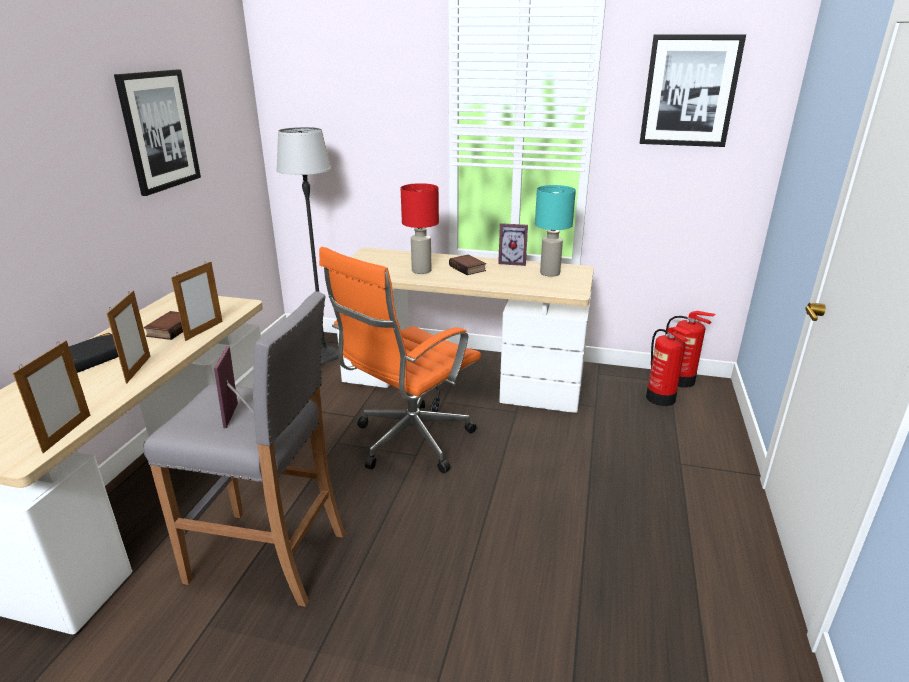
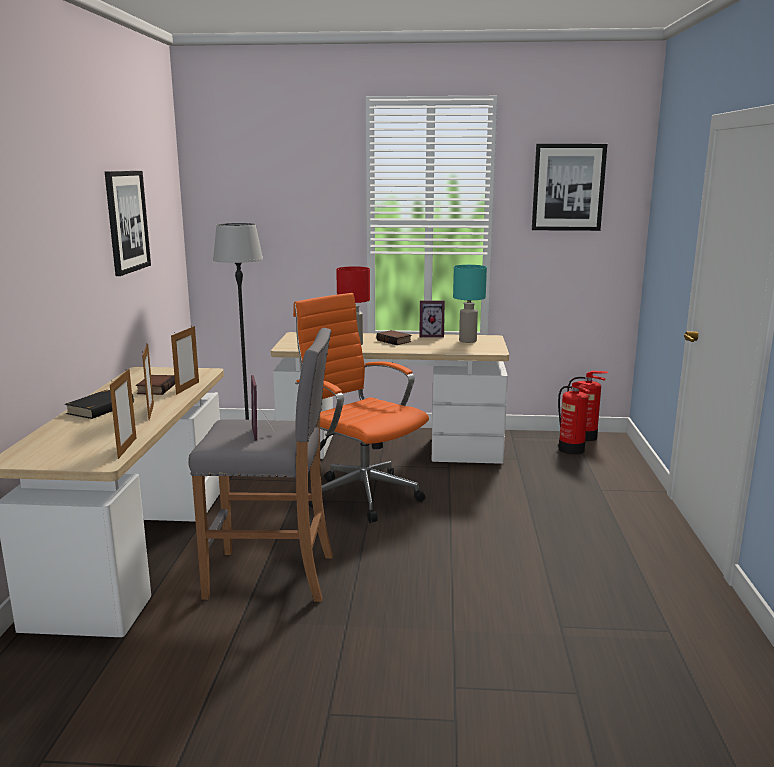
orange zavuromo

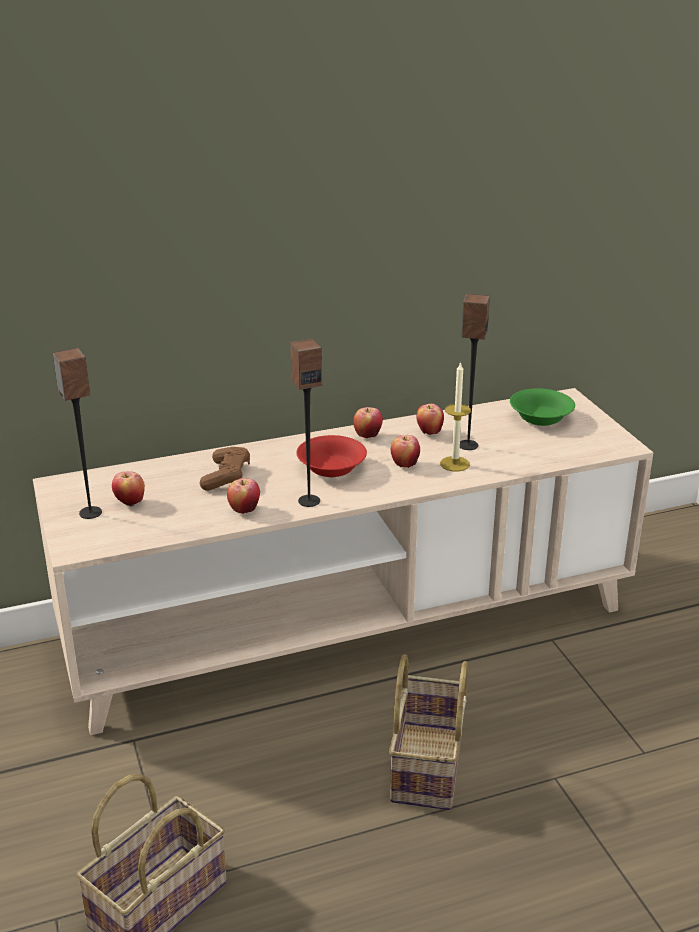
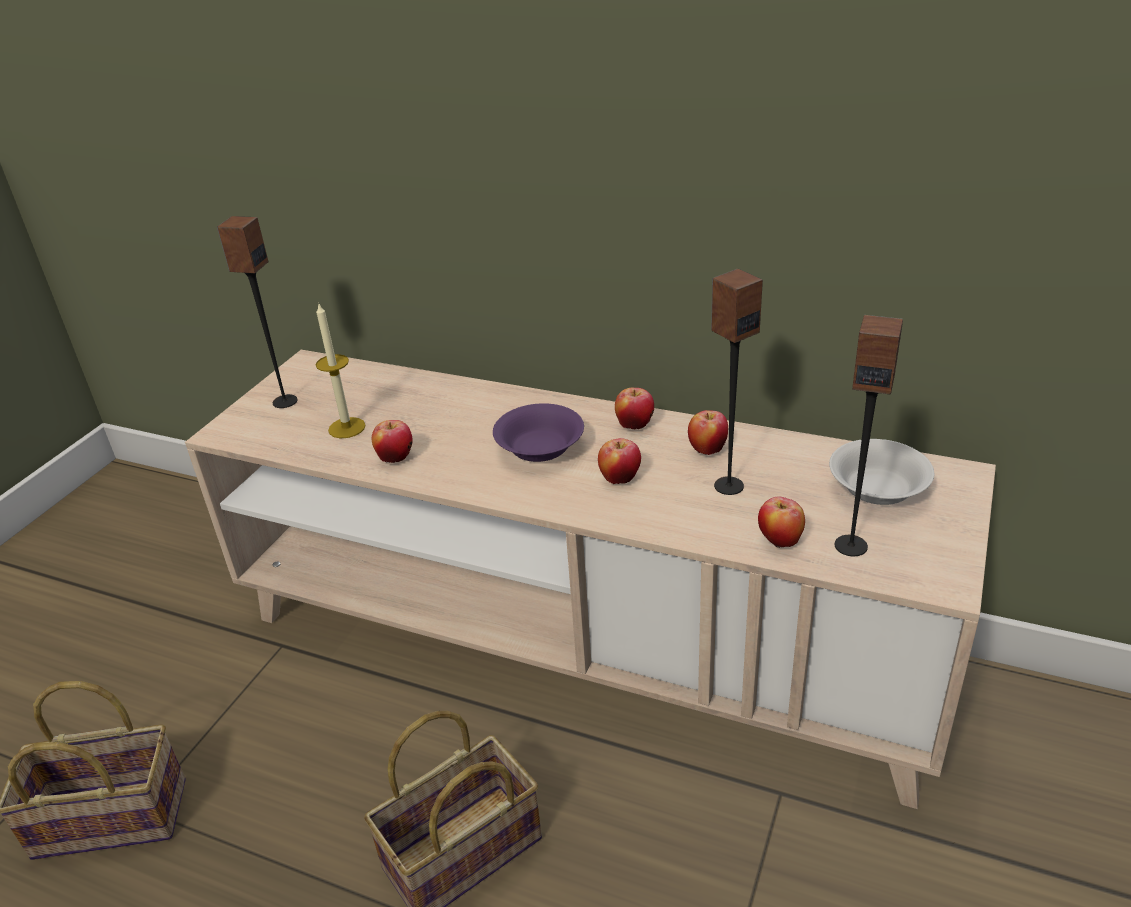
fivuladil (no. 5 from left); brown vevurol; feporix (no. 3 from left); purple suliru; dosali; white suliru

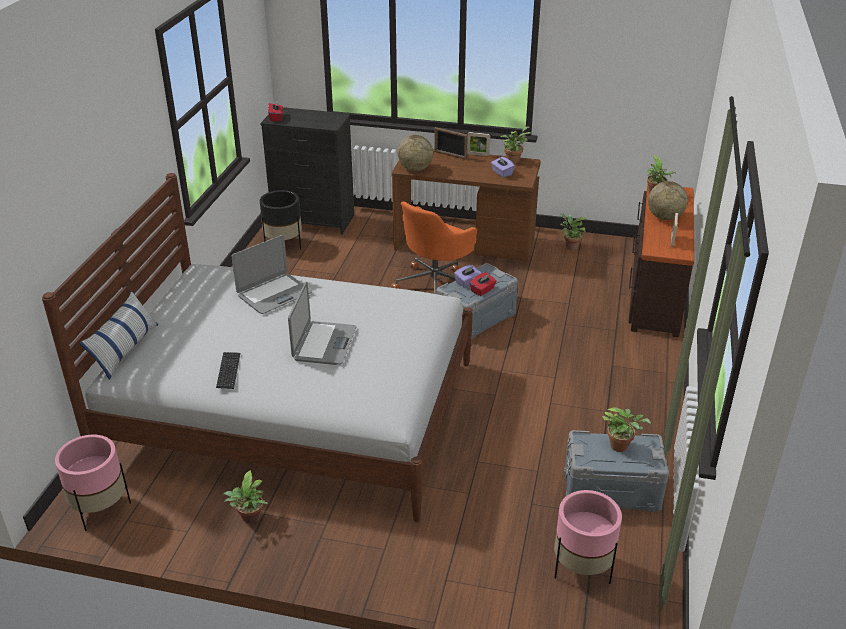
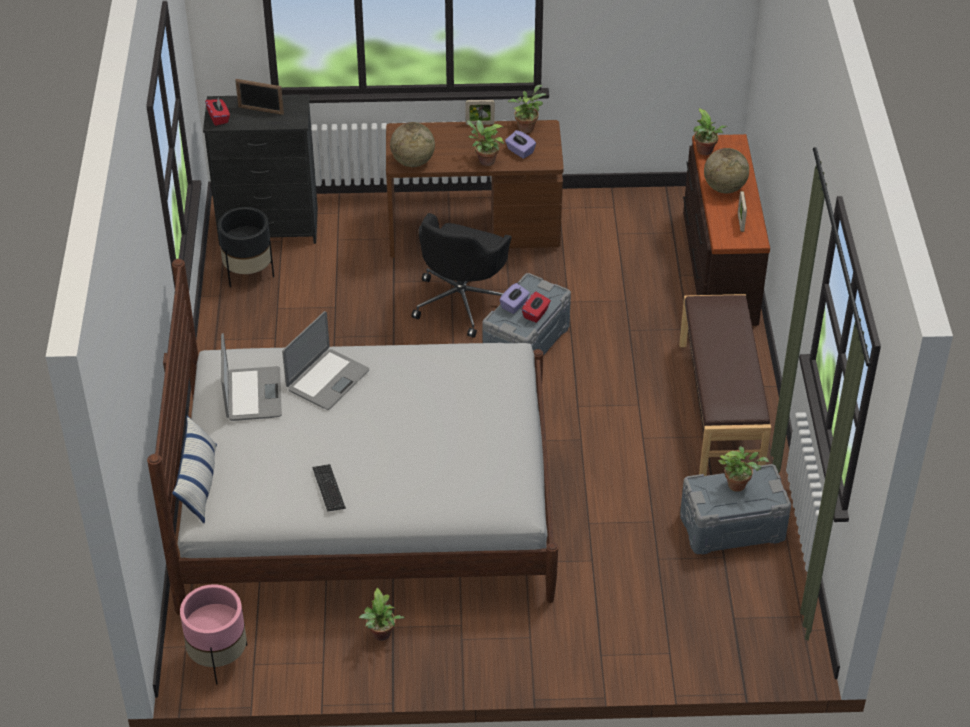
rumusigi (no. 1 from left); black zavuromo; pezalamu (no. 1 from left); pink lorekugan (no. 2 from left in the first image); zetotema (no. 2 from left); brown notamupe

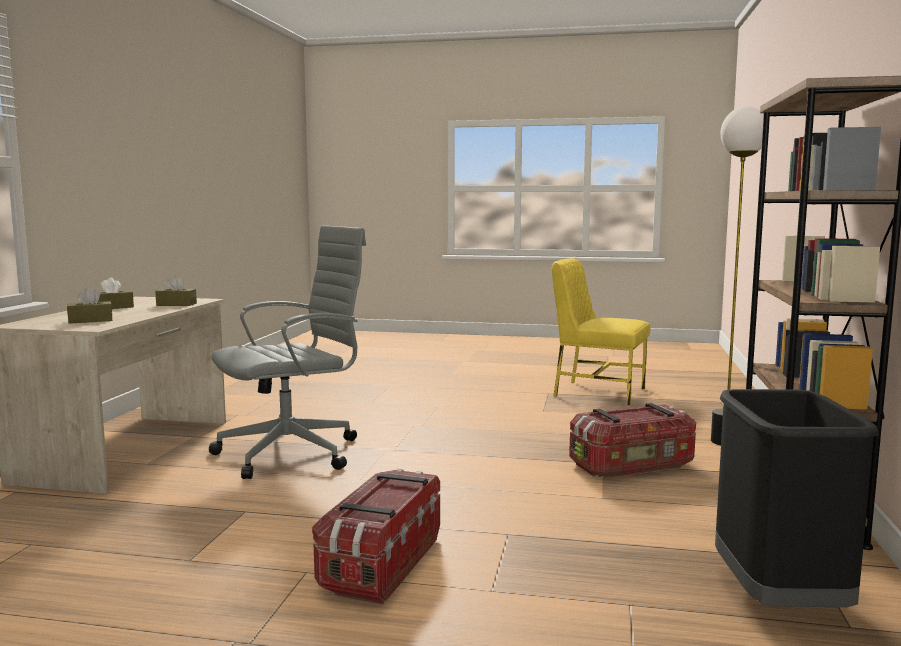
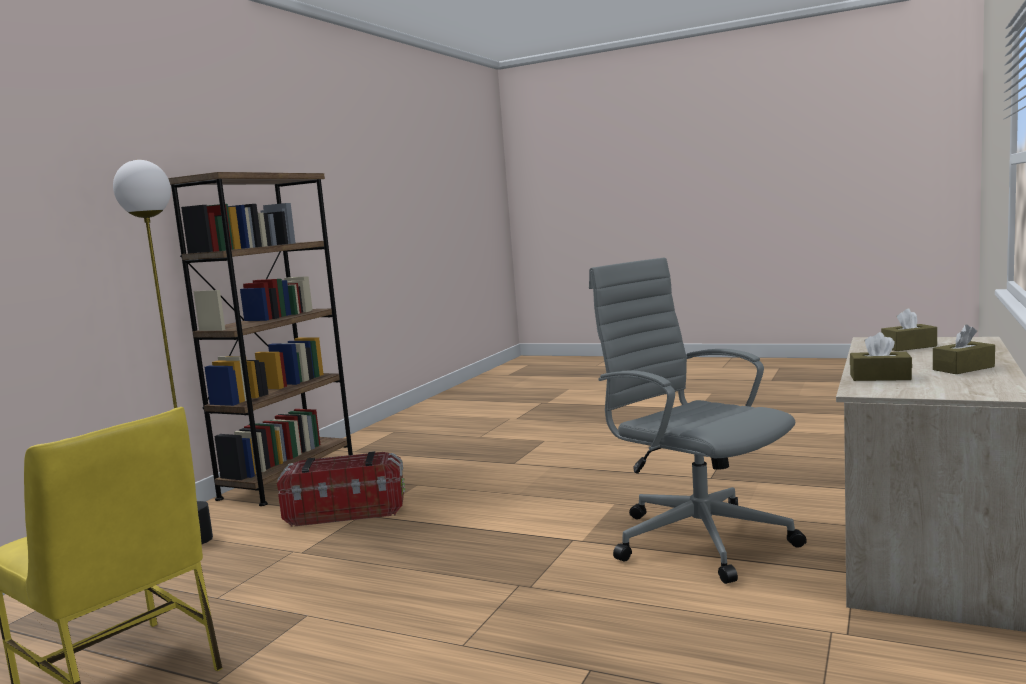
grey zavuromo; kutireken (no. 1 from left in the first image); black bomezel

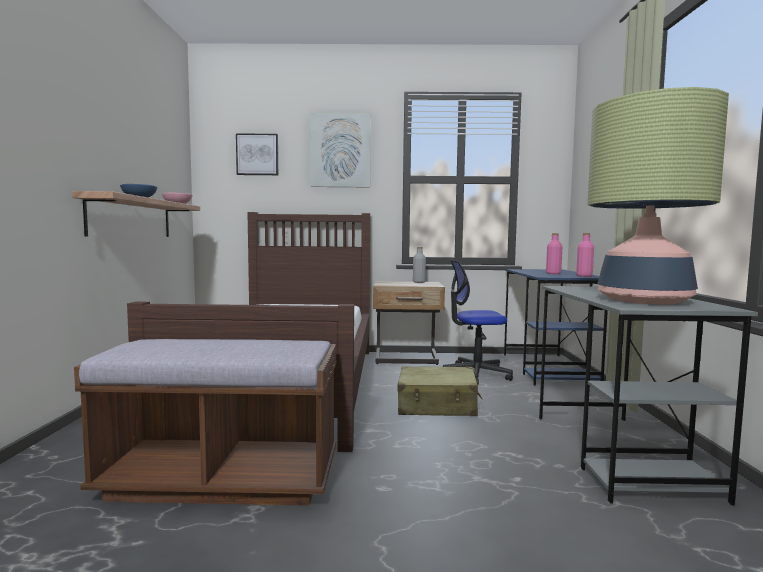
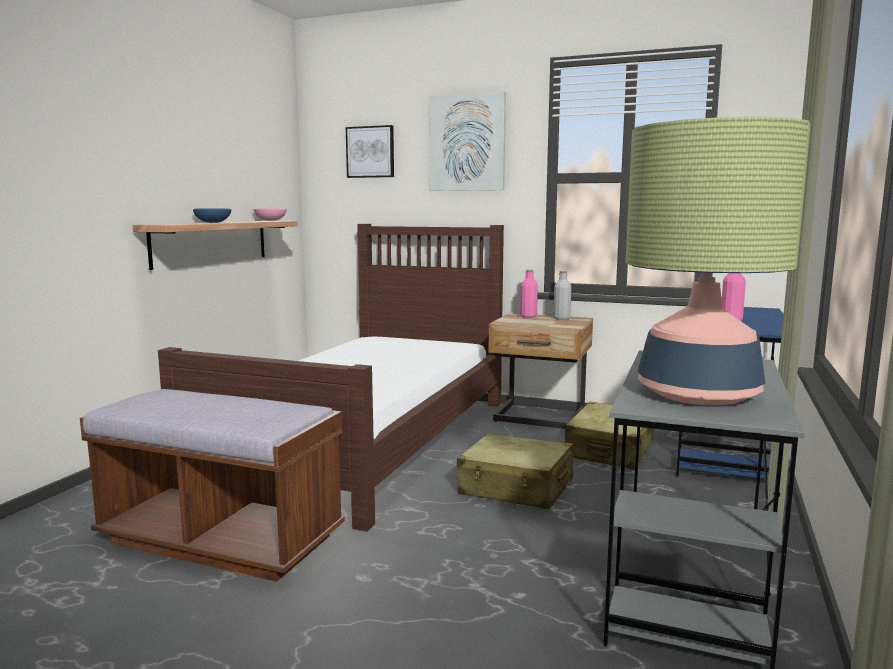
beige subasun (no. 2 from left); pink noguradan (no. 1 from left)

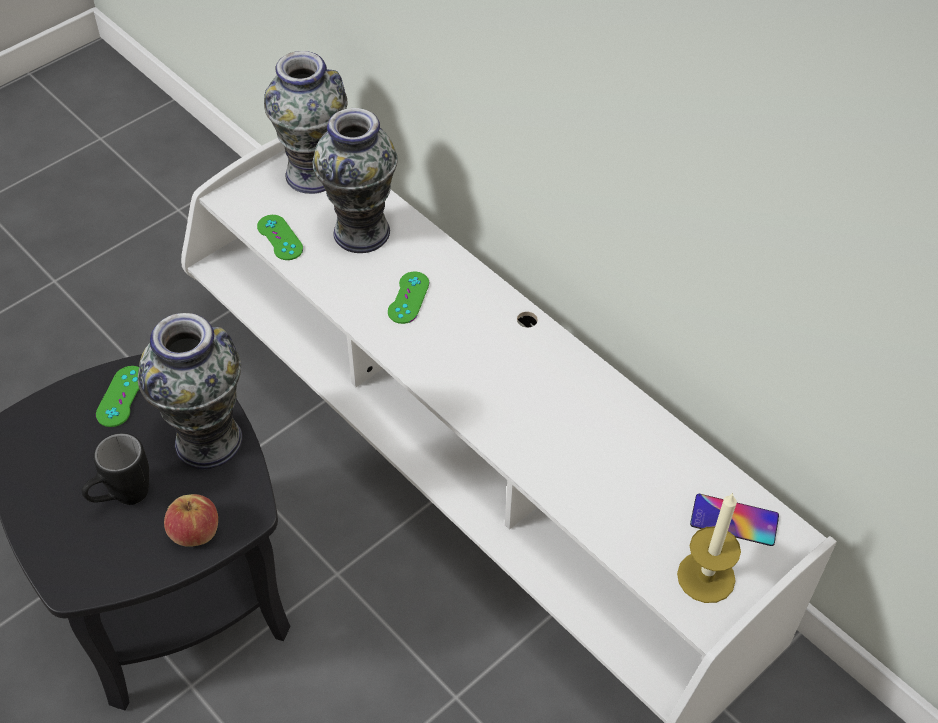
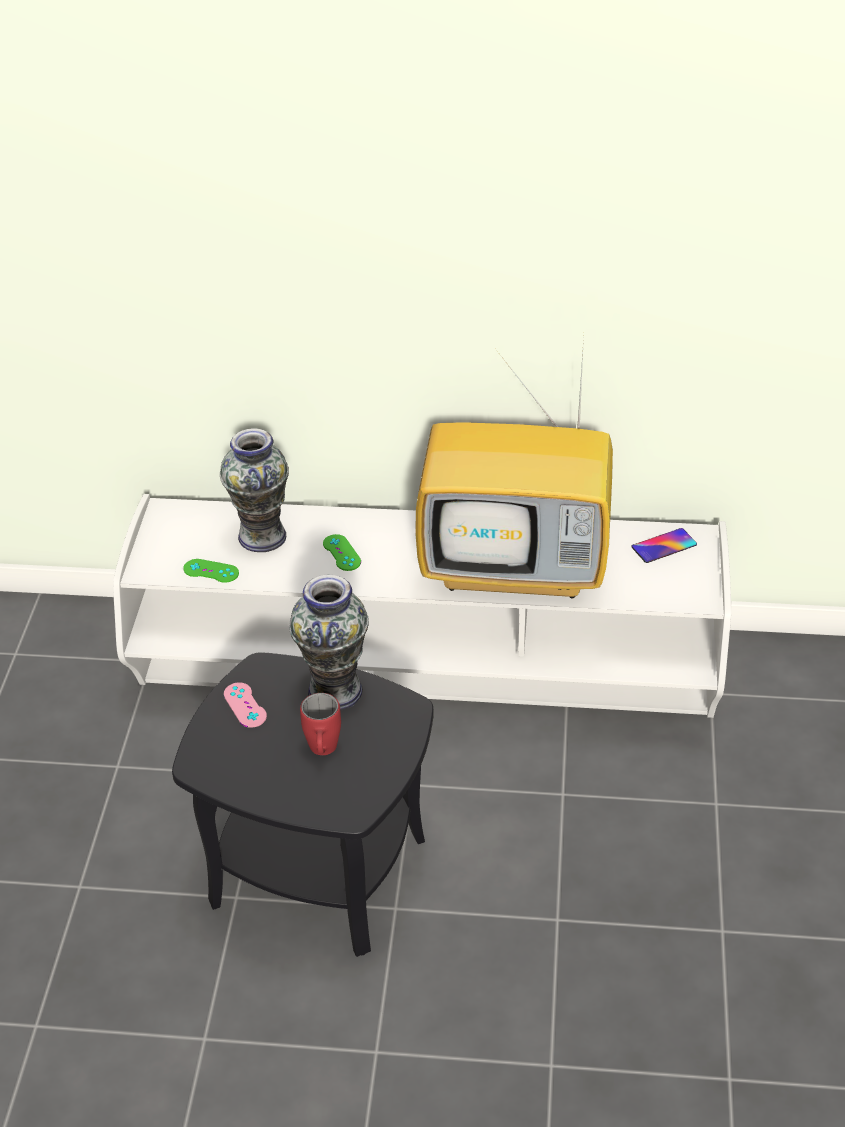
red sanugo; pink vevurol; fivuladil; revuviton (no. 2 from left in the first image); dosali; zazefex

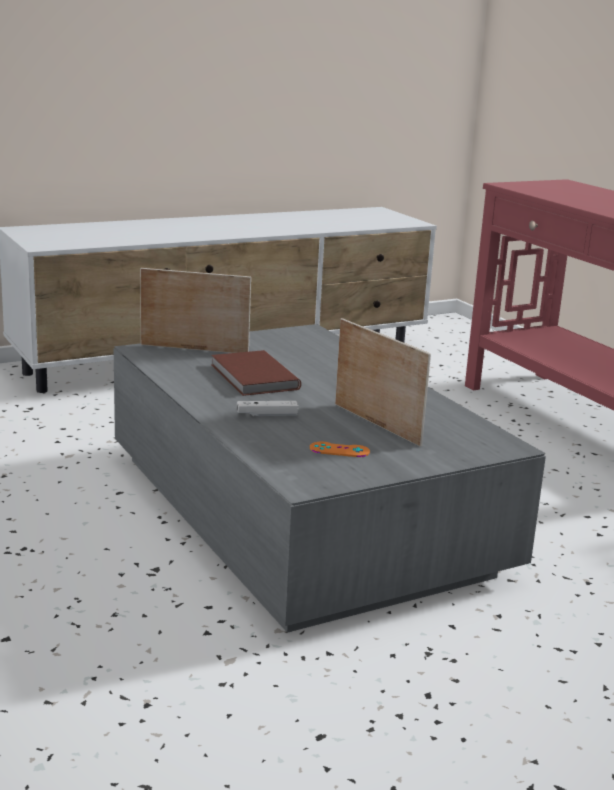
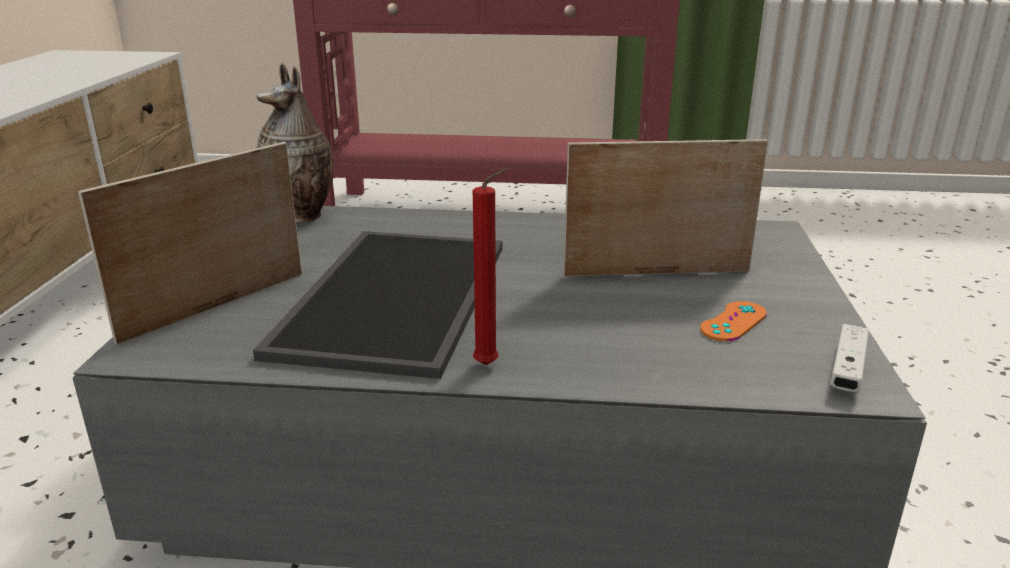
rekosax; white vevurol; revuviton; red dosali

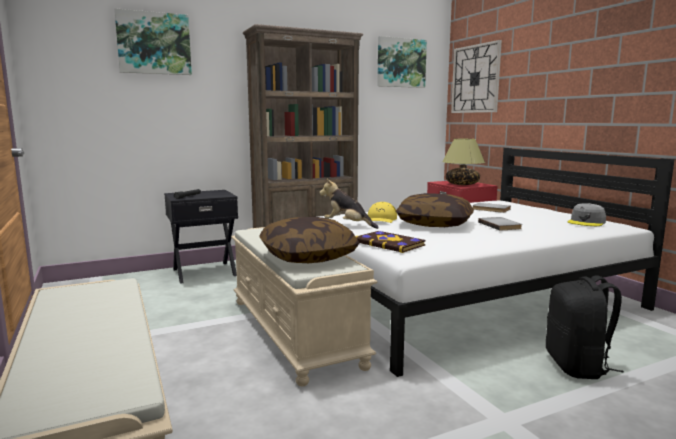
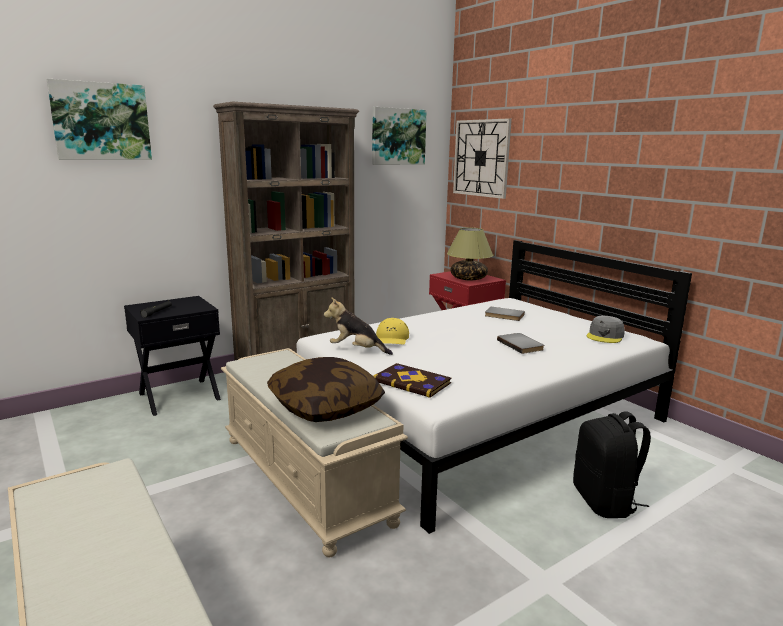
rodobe (no. 2 from left in the first image)

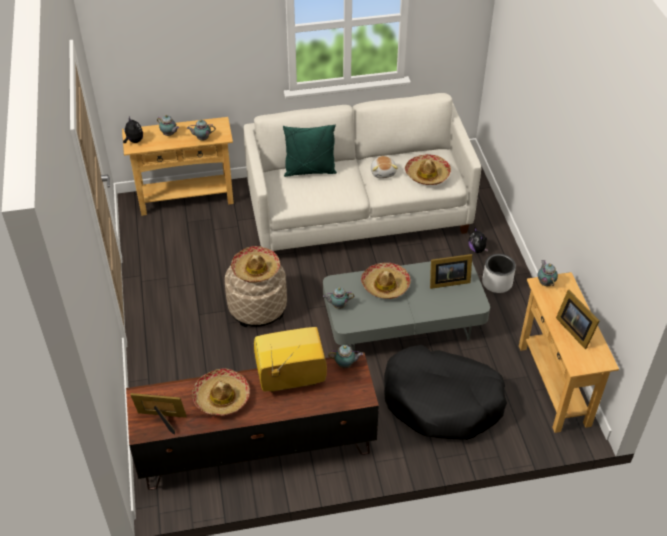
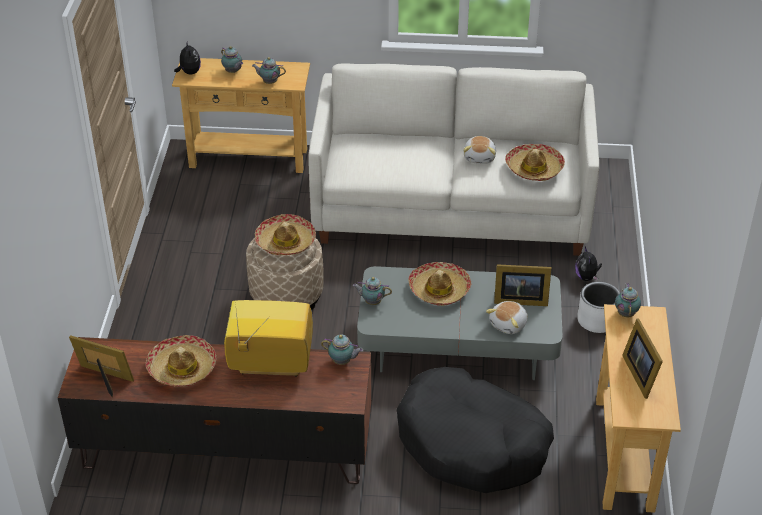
green rodobe; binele (no. 3 from left)

